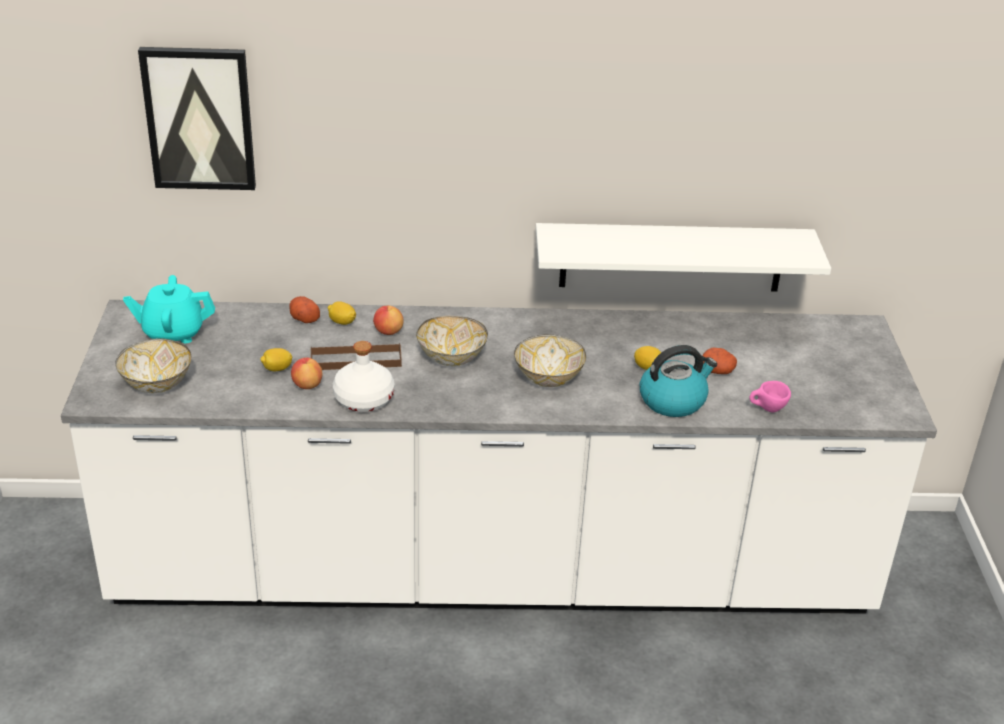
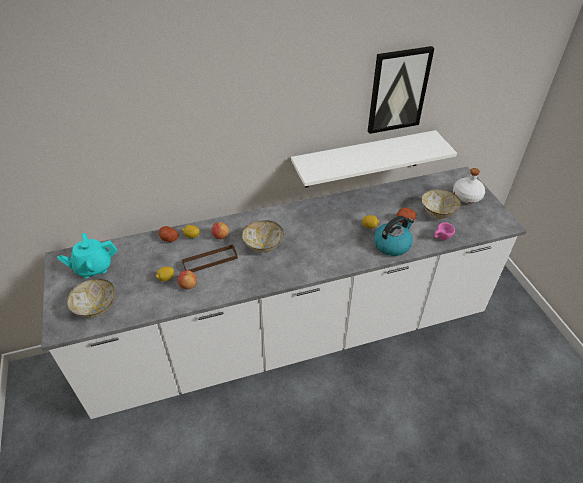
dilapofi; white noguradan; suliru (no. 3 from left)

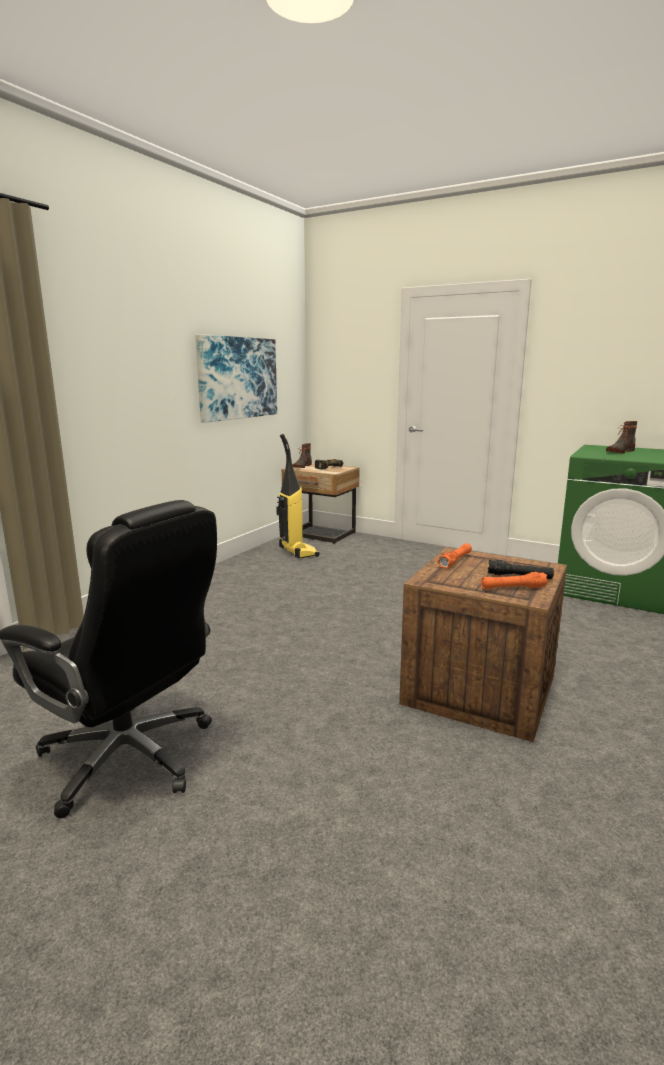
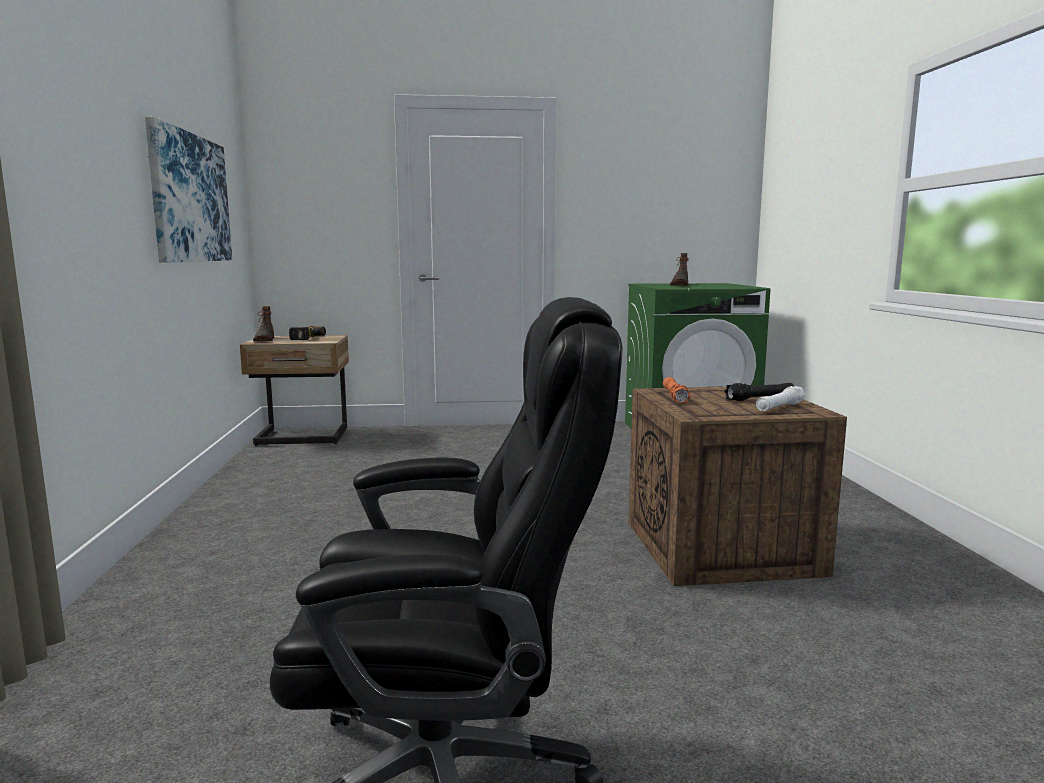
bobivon; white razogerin

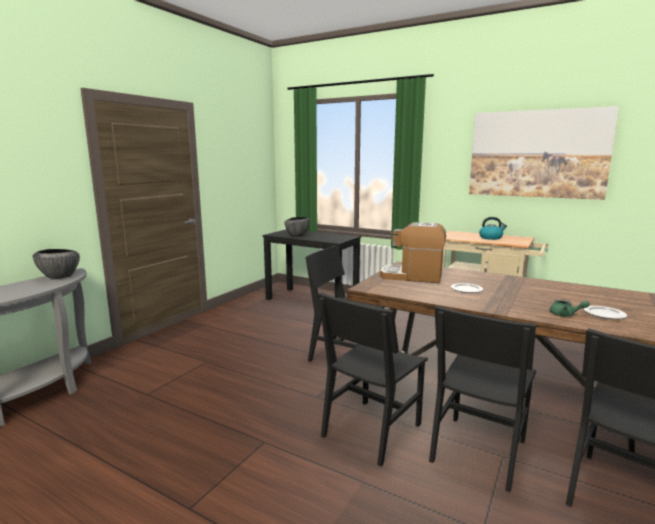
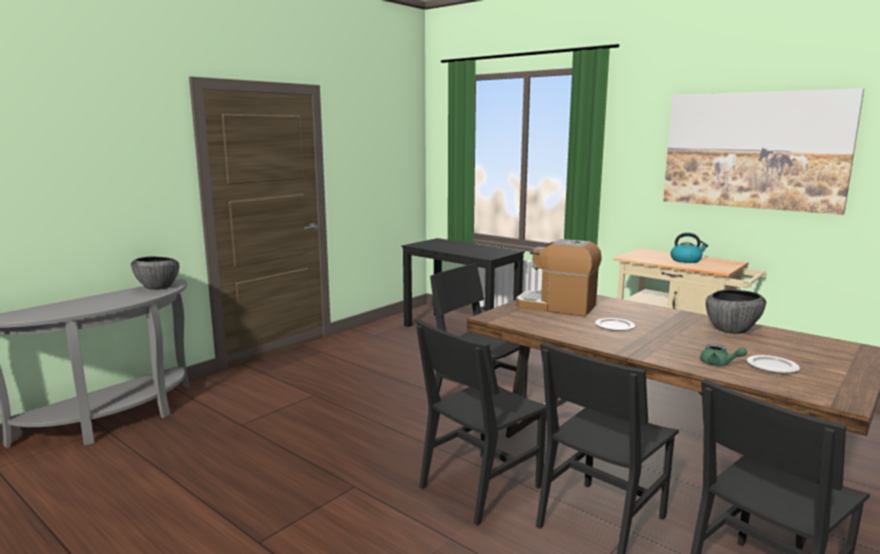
suliru (no. 2 from left)

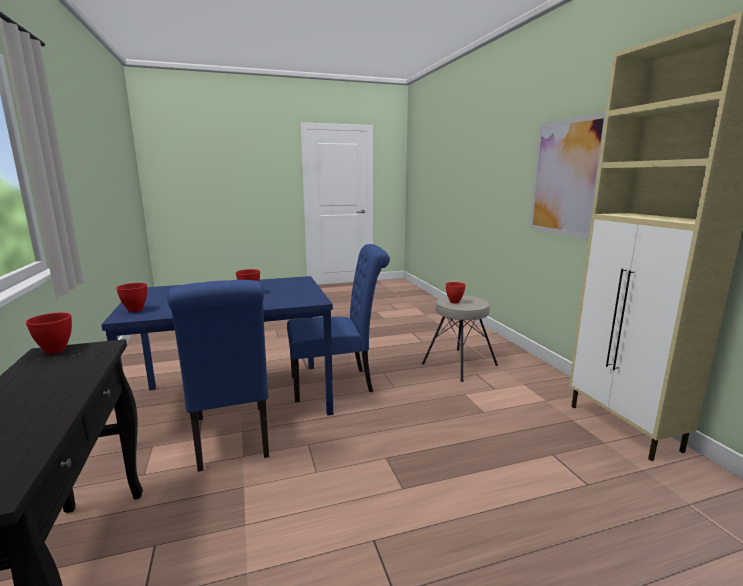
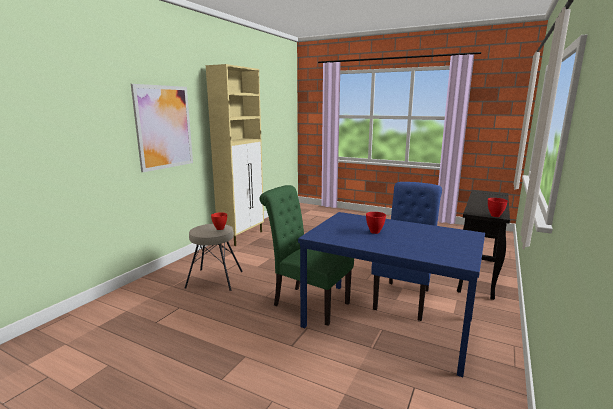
red suliru (no. 2 from left in the first image); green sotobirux

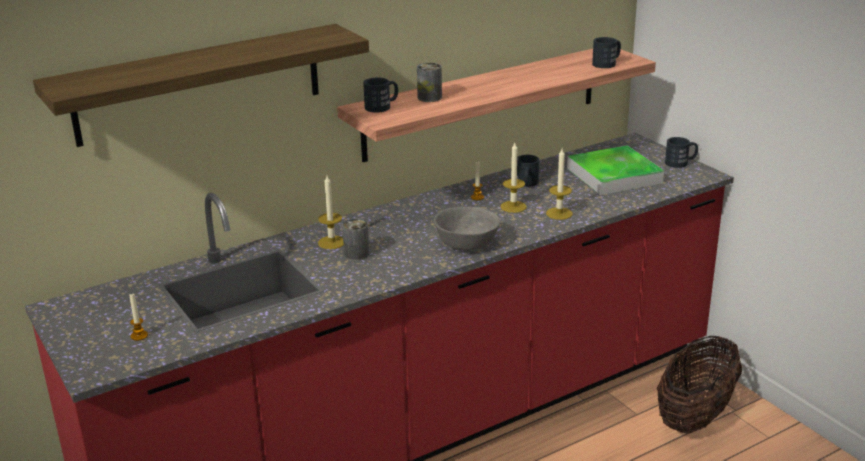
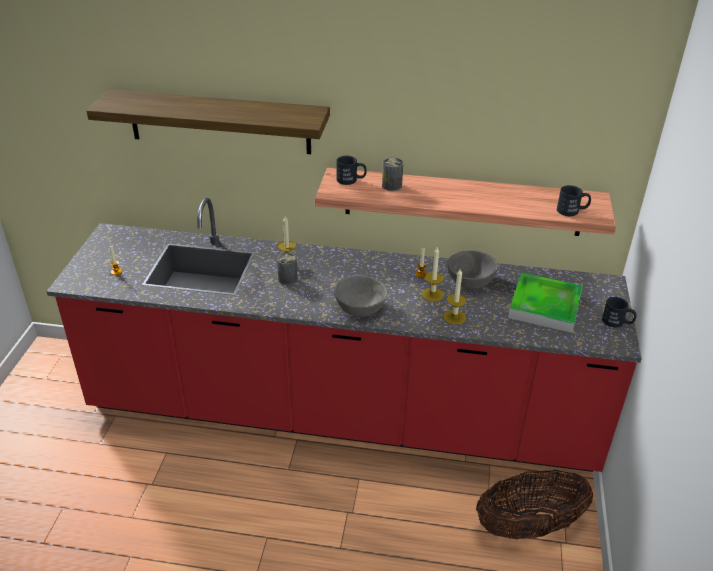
grey suliru (no. 2 from left)

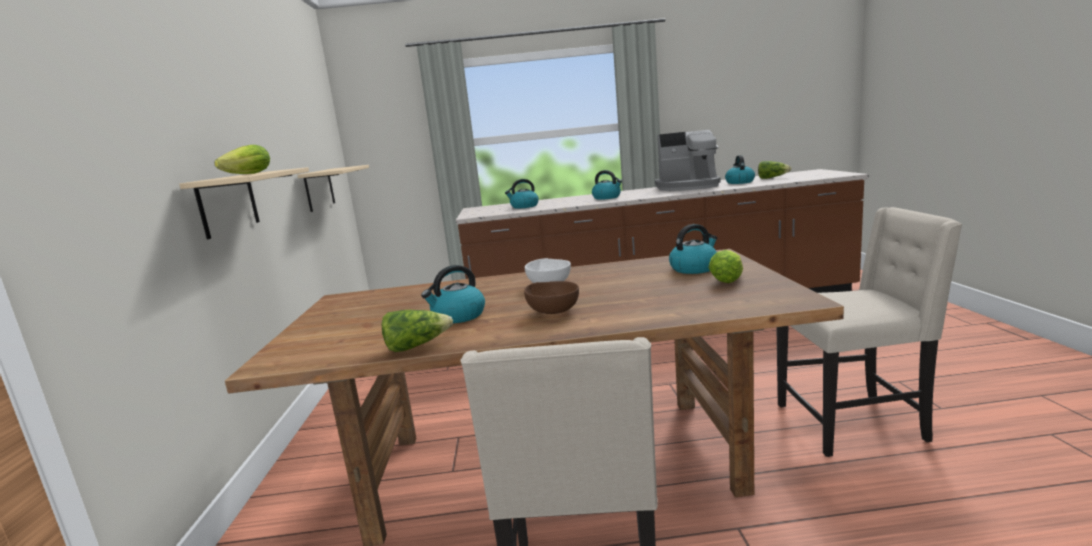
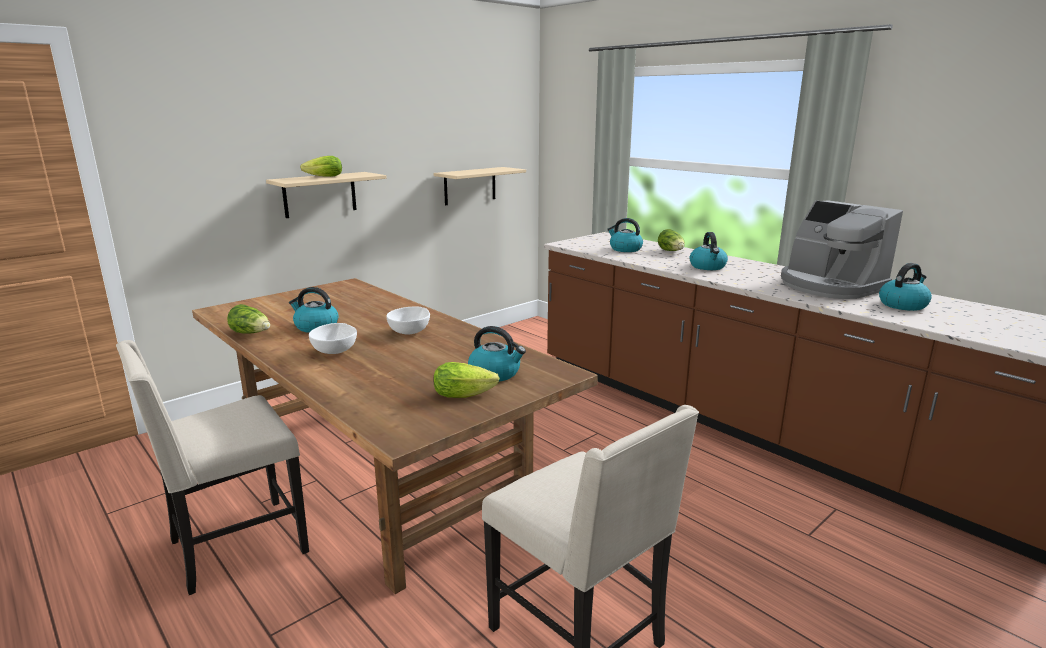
white suliru (no. 1 from left); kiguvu (no. 4 from left)

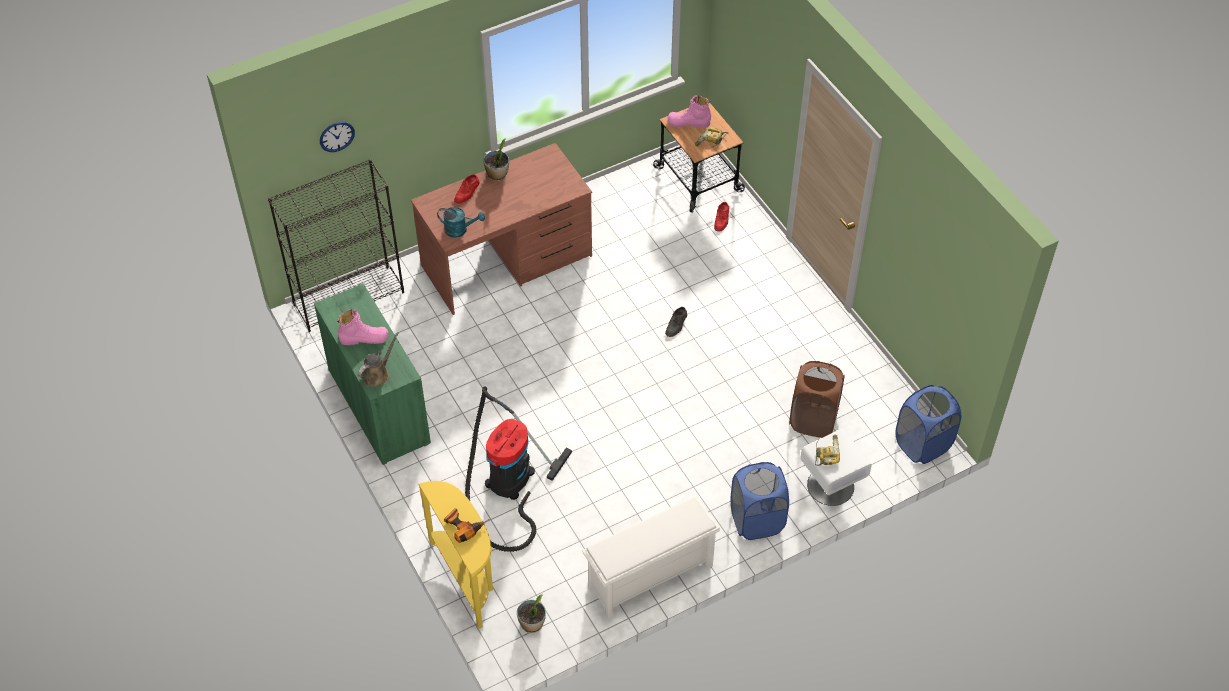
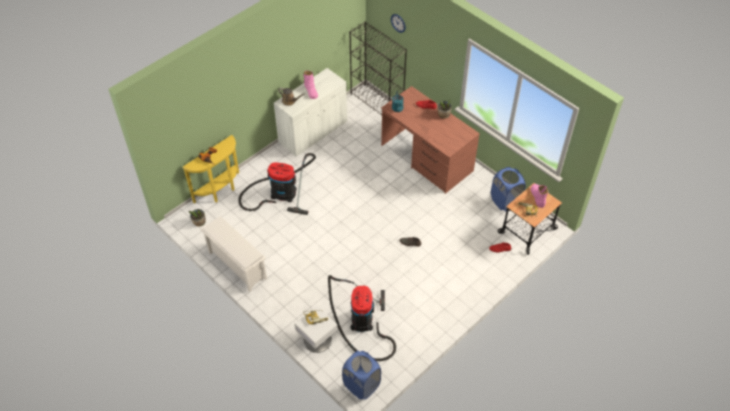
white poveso; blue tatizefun (no. 2 from left); bobivon (no. 2 from left)

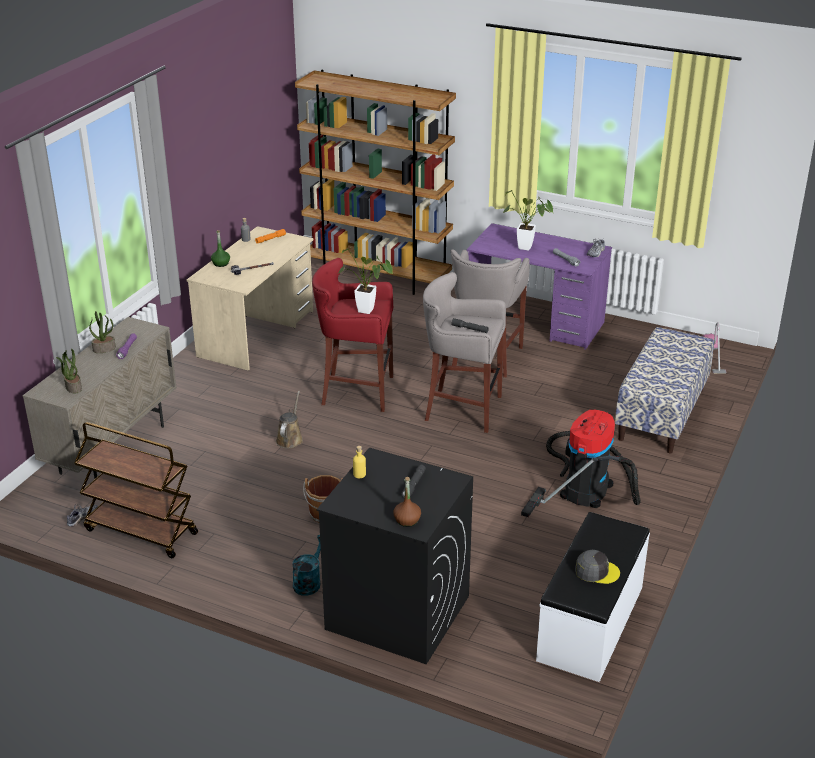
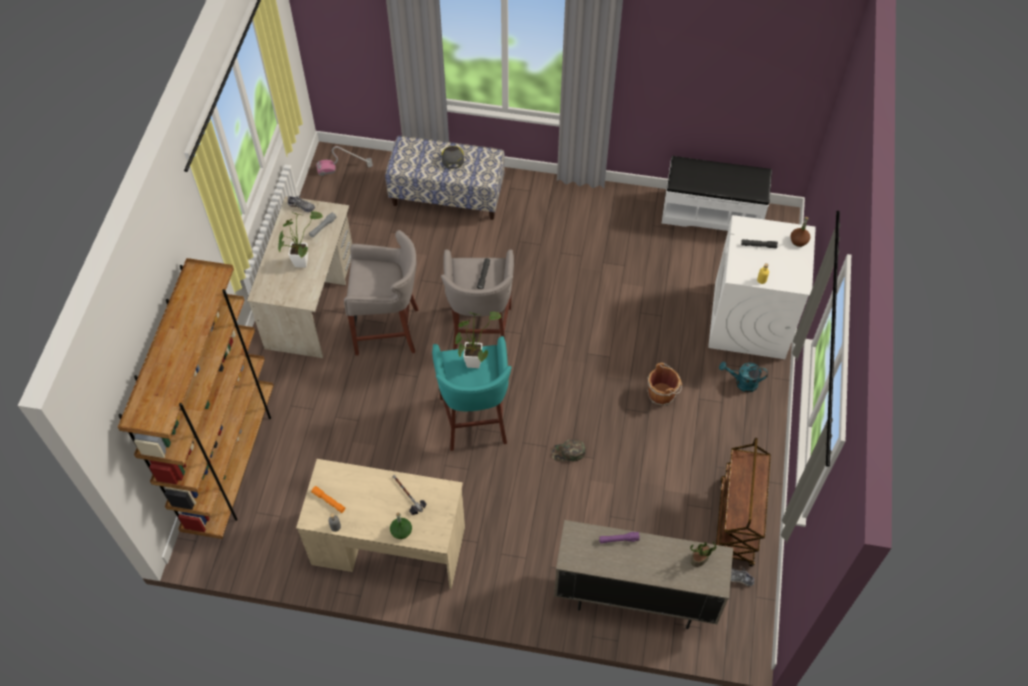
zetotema (no. 2 from left in the first image); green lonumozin; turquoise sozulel; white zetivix; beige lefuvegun (no. 1 from left); bobivon (no. 1 from left in the first image); grey lonumozin

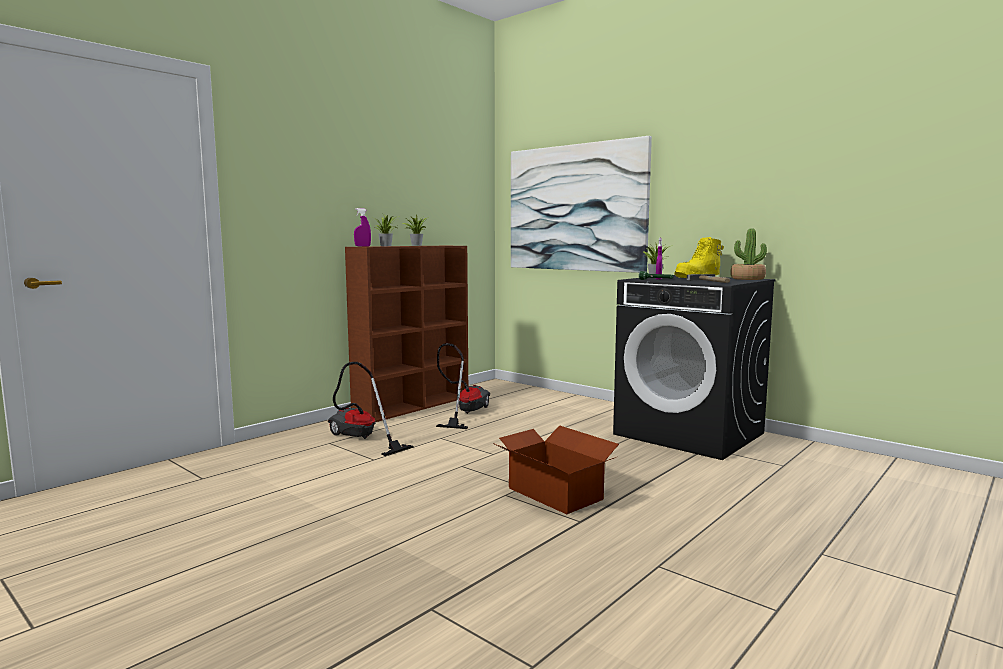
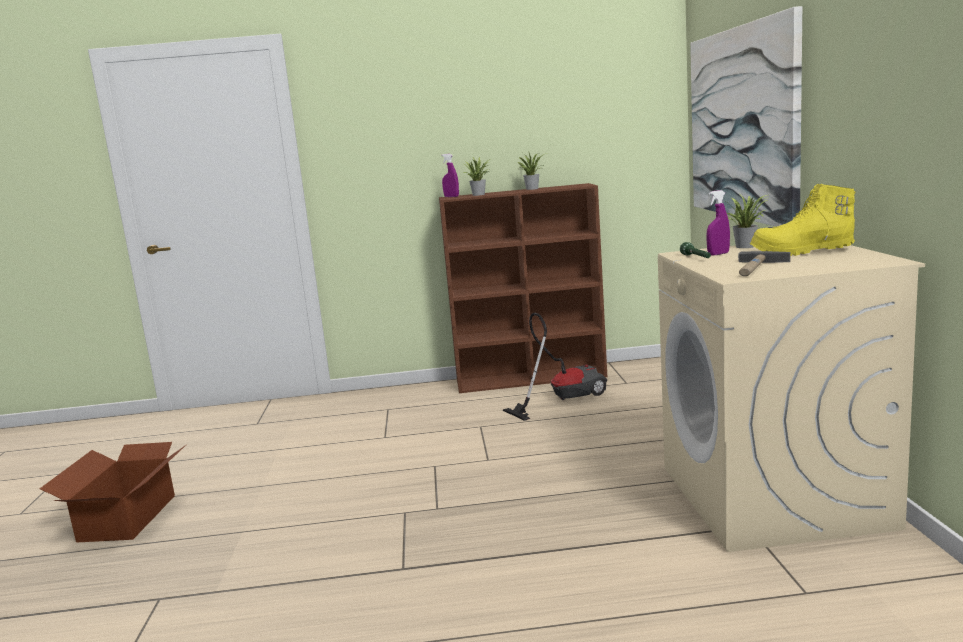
bobivon (no. 1 from left in the first image); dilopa; beige zetivix; zetotema (no. 4 from left in the first image)

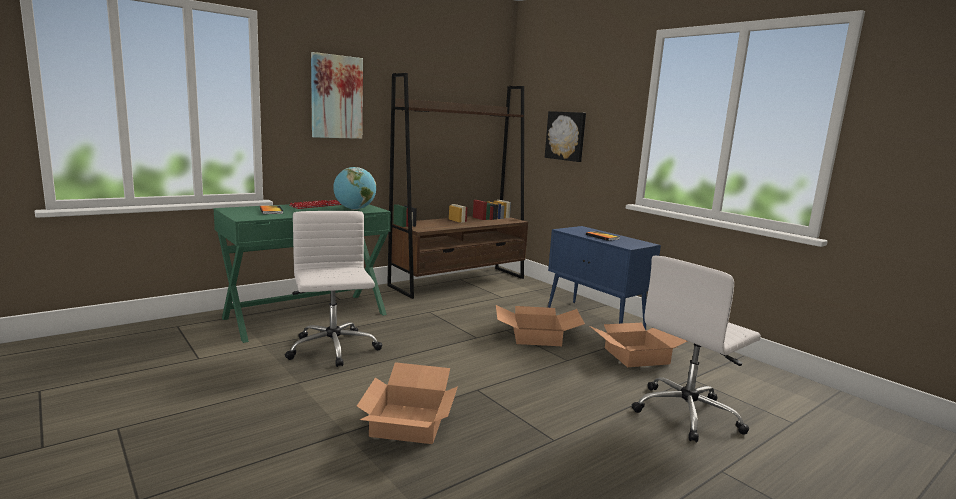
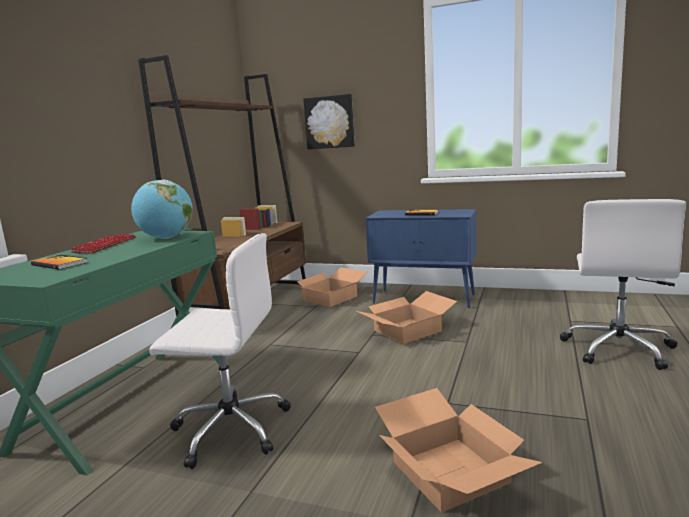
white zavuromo (no. 1 from left); dilapofi (no. 1 from left in the first image); dilopa (no. 1 from left)

